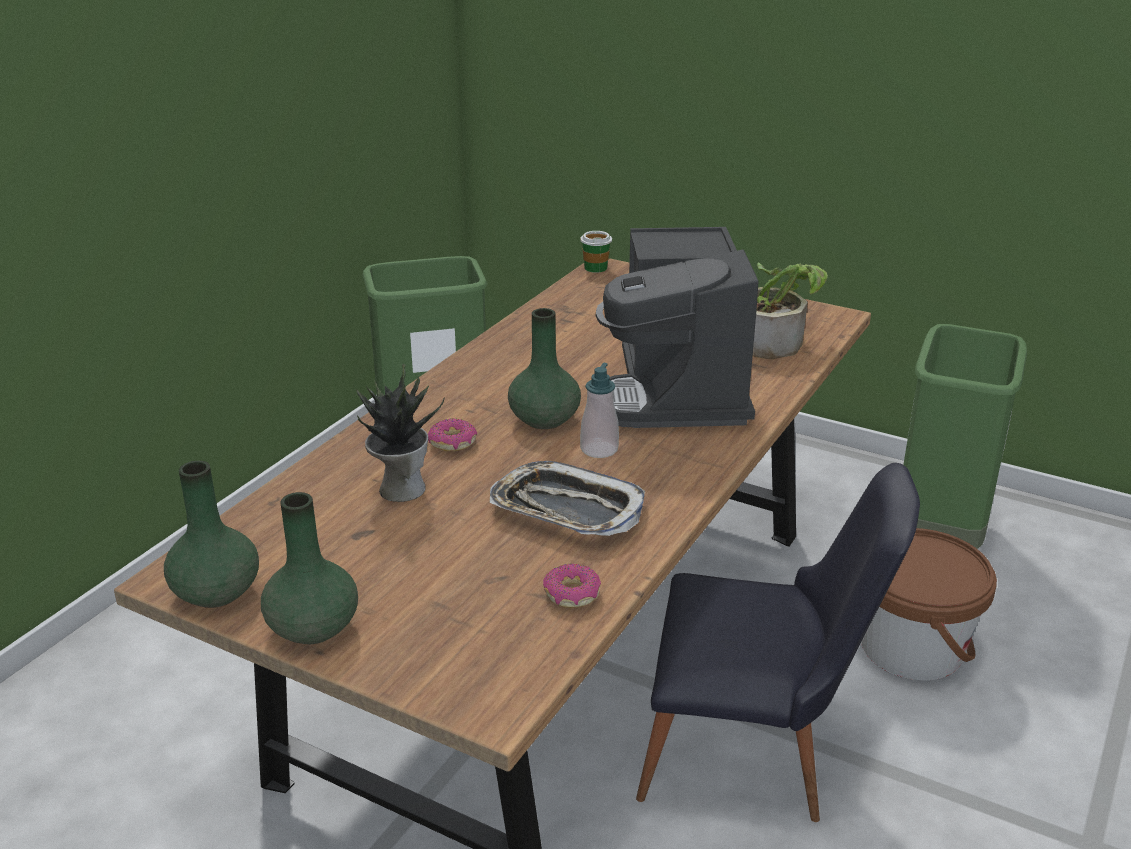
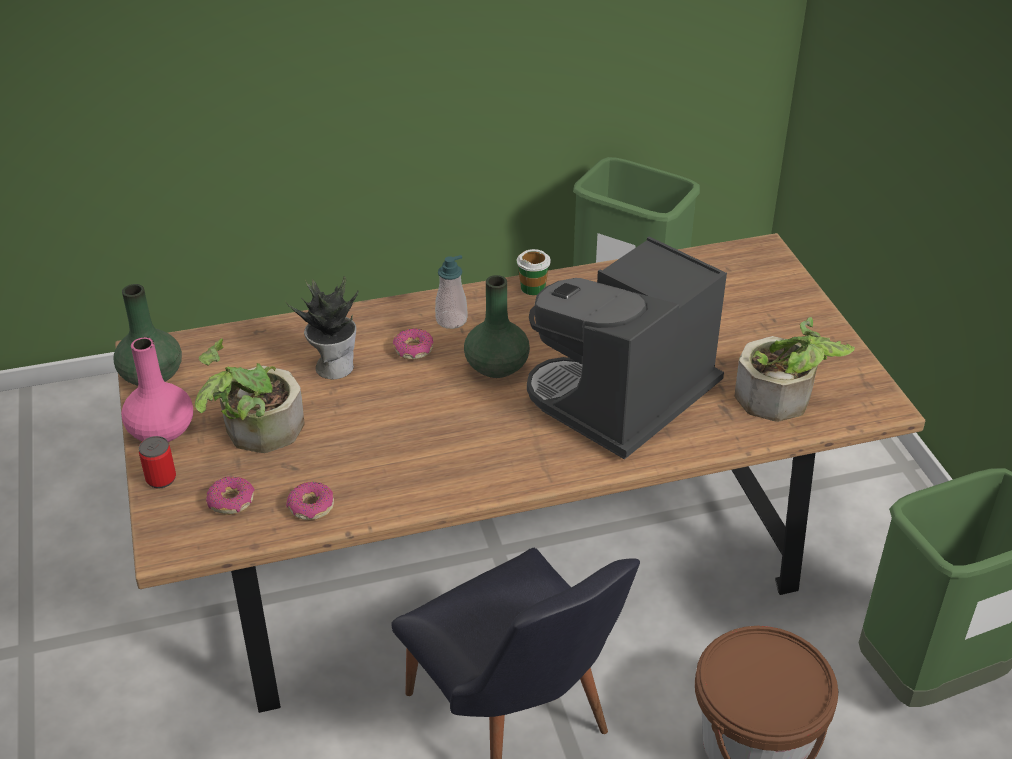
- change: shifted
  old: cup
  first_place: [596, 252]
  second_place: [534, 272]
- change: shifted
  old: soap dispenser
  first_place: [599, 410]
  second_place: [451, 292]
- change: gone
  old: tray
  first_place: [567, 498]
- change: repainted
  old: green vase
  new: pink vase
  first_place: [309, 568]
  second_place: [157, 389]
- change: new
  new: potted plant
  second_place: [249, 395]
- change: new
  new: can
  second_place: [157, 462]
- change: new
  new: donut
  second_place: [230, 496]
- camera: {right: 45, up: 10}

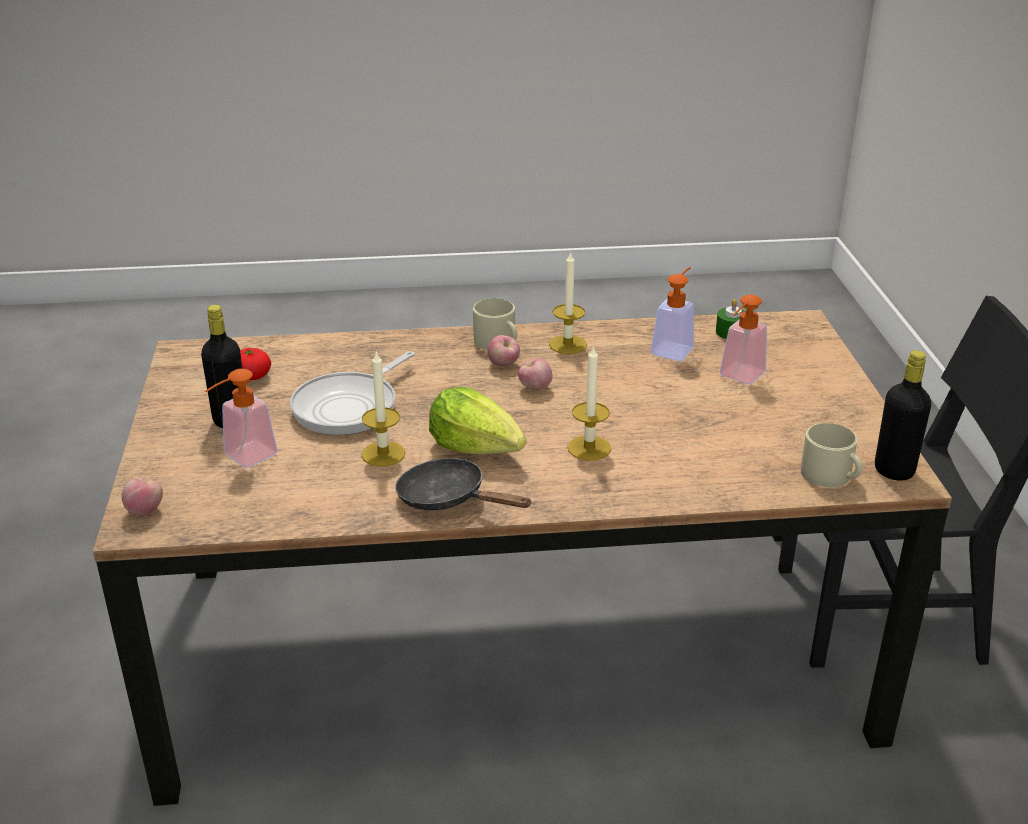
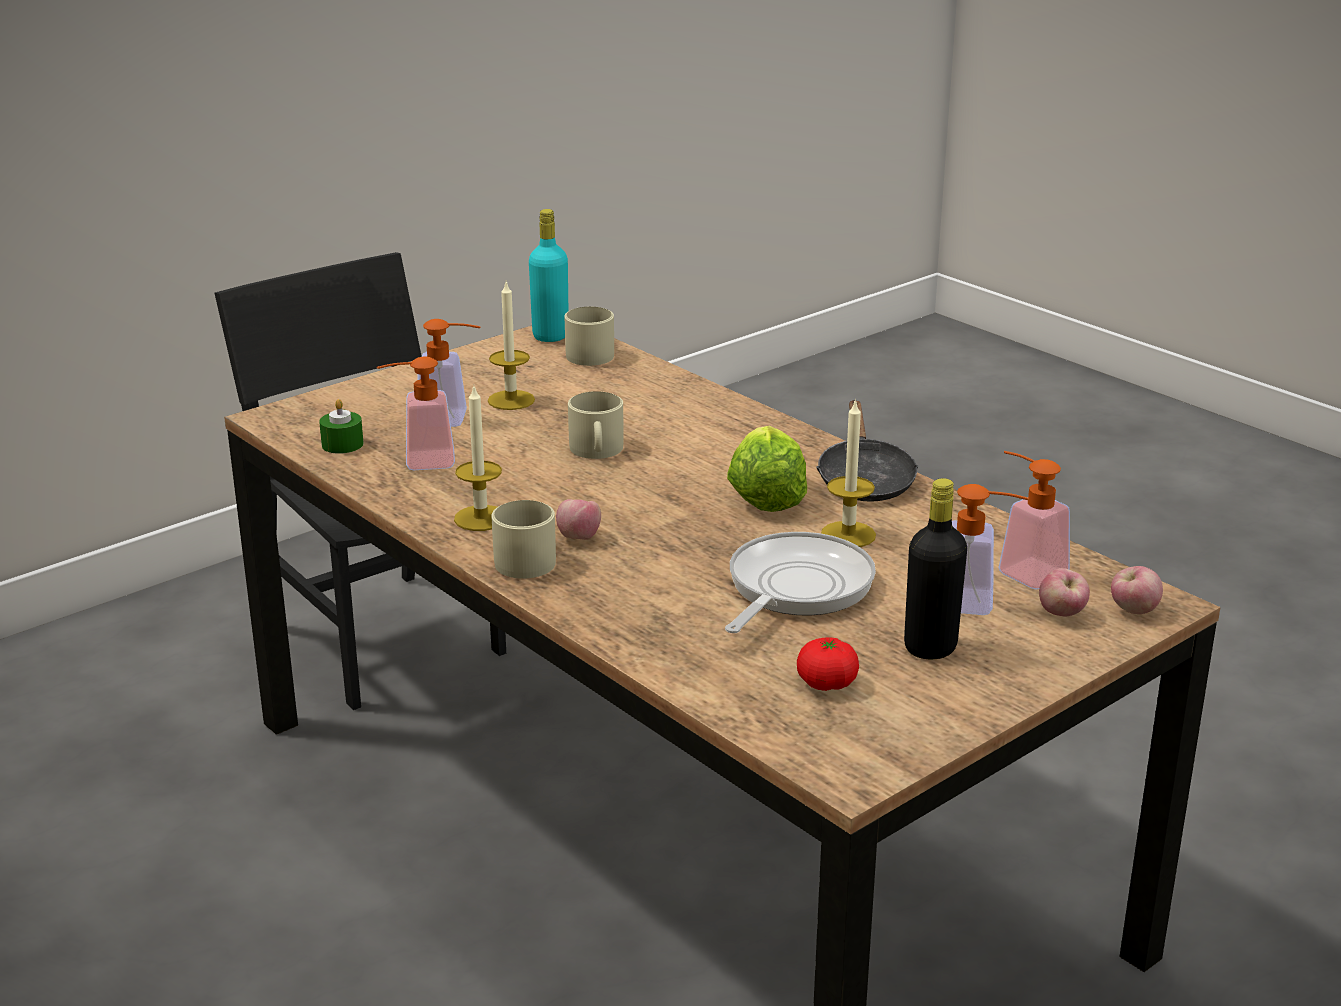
- change: shifted
  old: candle
  first_place: [589, 403]
  second_place: [511, 346]
- change: repainted
  old: black bottle
  new: turquoise bottle
  first_place: [903, 415]
  second_place: [548, 275]
- change: rotated
  old: frying pan
  first_place: [352, 393]
  second_place: [800, 582]
  degrees: -60
- change: shifted
  old: apple
  first_place: [535, 374]
  second_place: [1064, 592]
- change: new
  new: beige mug
  second_place: [596, 425]
- change: new
  new: soap dispenser
  second_place: [1034, 520]
- camera: {right: -125, up: -5}

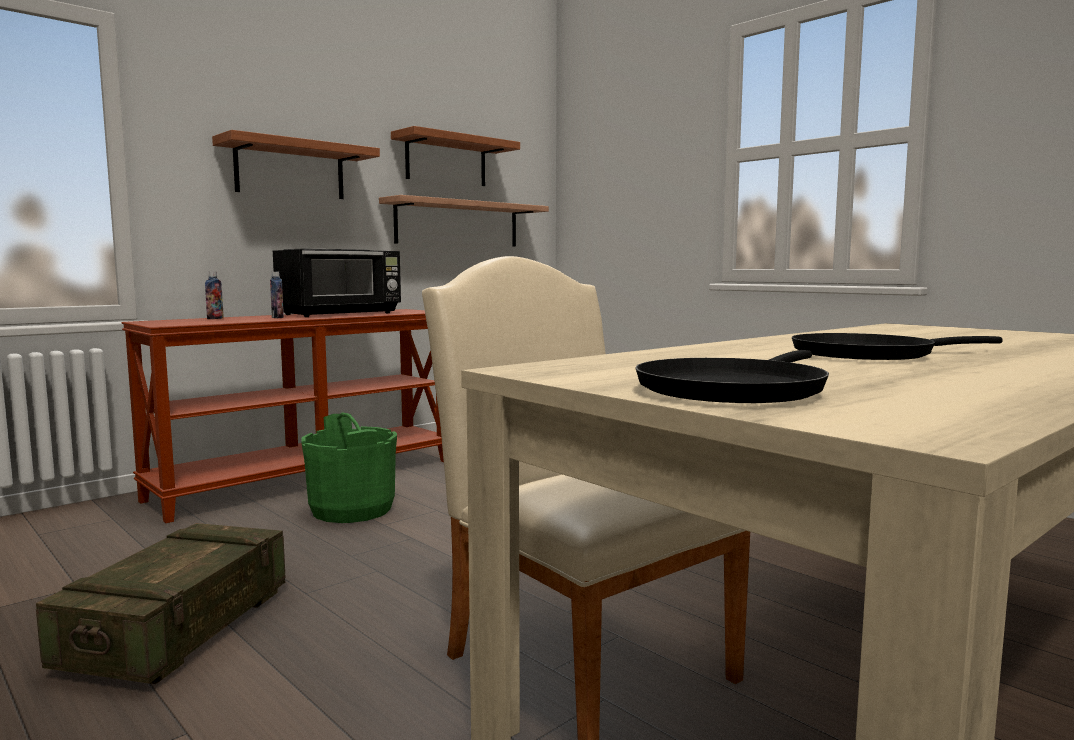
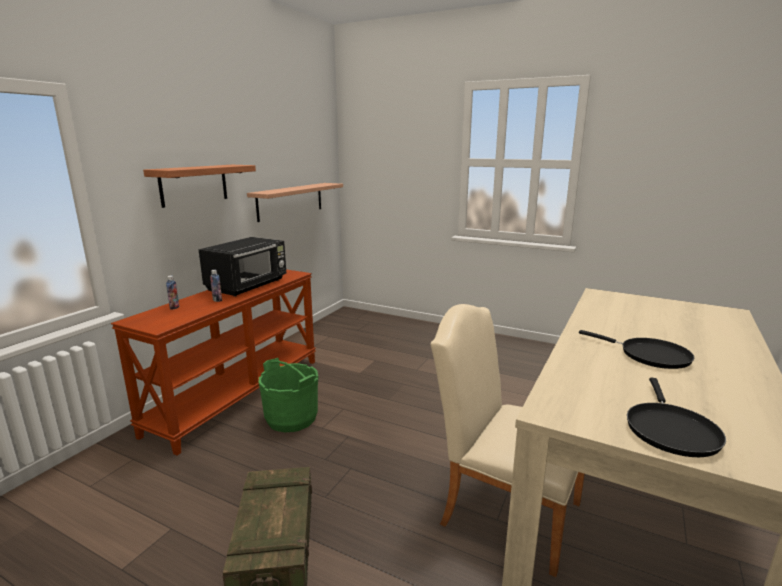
- change: gone
  old: shelf
  first_place: [455, 156]
- change: rotated
  old: black frying pan
  first_place: [897, 346]
  second_place: [636, 349]
  degrees: -105
- camera: {right: -20, up: 10}

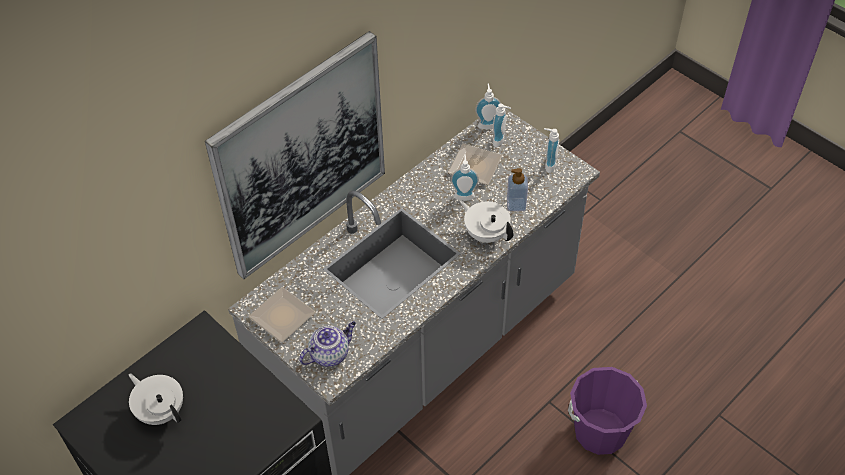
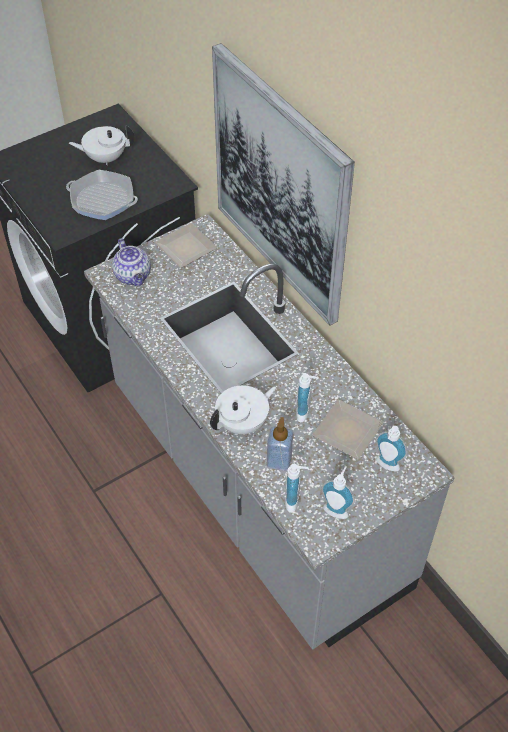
- change: shifted
  old: soap dispenser
  first_place: [488, 106]
  second_place: [296, 488]
- change: gone
  old: purple bucket
  first_place: [607, 411]
- change: rotated
  old: white teapot
  first_place: [156, 399]
  second_place: [101, 145]
  degrees: -150
- change: new
  new: frying pan
  second_place: [102, 195]
- camera: {right: 100, up: 0}

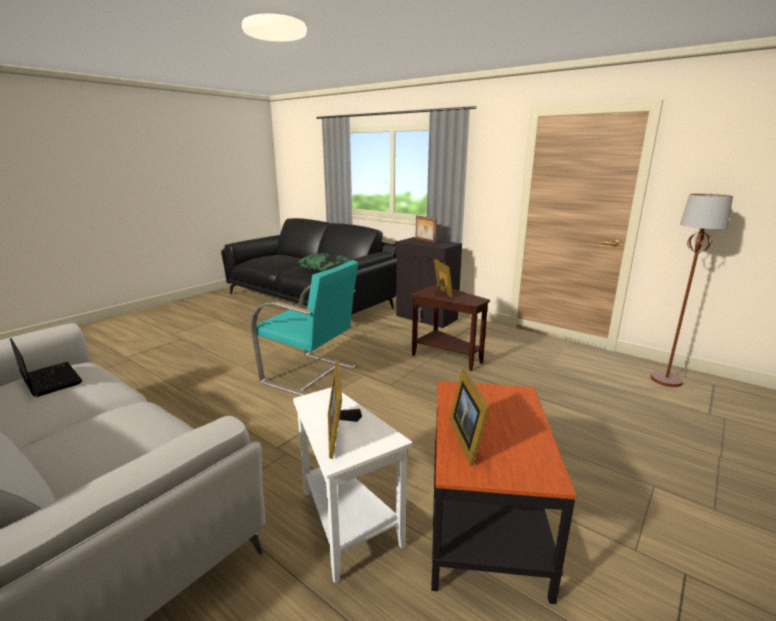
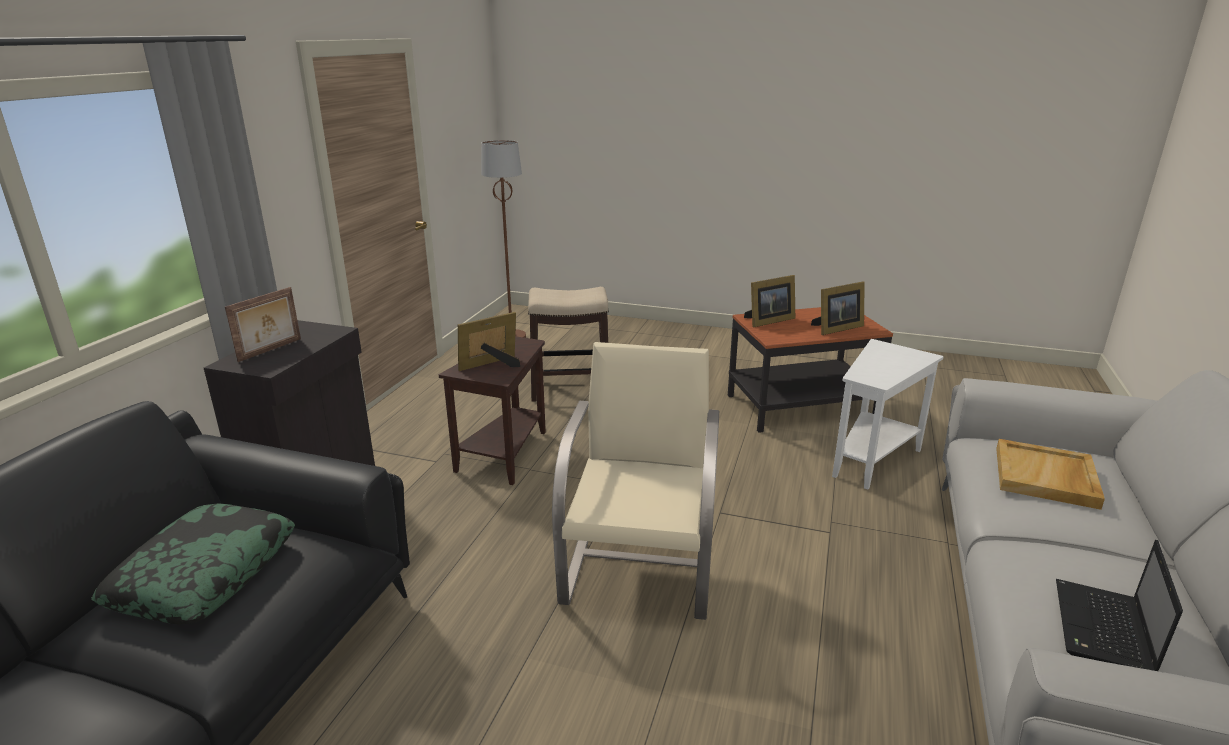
- change: repainted
  old: turquoise armchair
  new: beige armchair
  first_place: [304, 328]
  second_place: [635, 481]
- change: shifted
  old: picture frame
  first_place: [345, 411]
  second_place: [769, 301]
- change: new
  new: stool
  second_place: [568, 344]
- change: new
  new: beige tray
  second_place: [1050, 474]
- camera: {right: -110, up: 5}

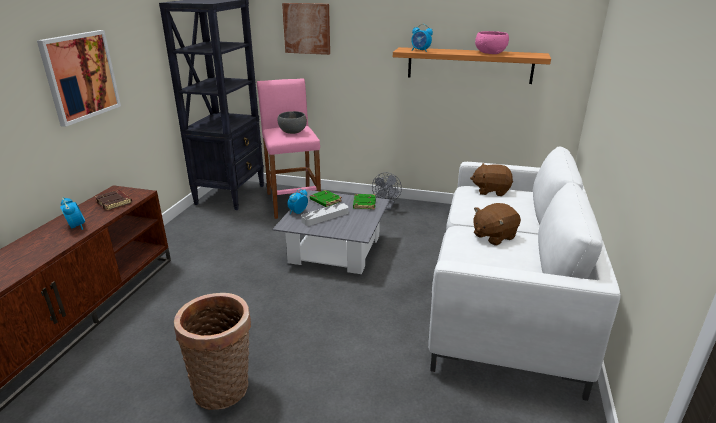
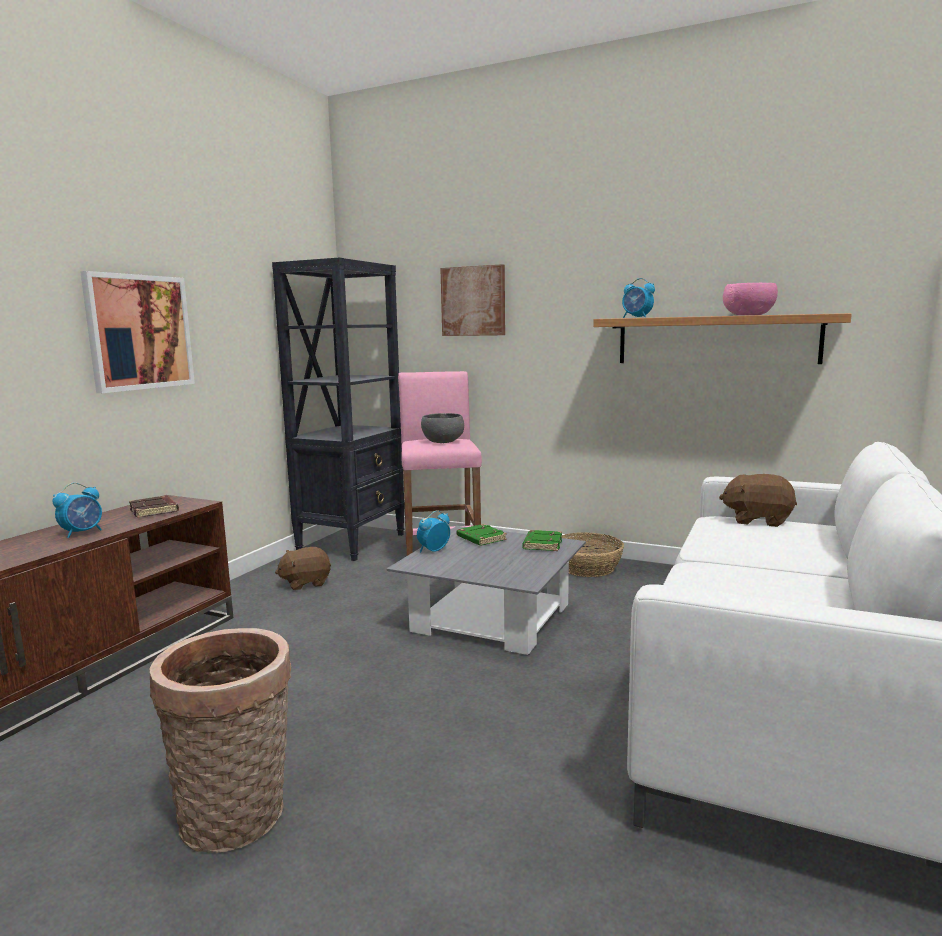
- change: swapped
  old: grey fan
  new: basket
  first_place: [387, 191]
  second_place: [592, 554]
- change: rotated
  old: alarm clock
  first_place: [72, 213]
  second_place: [77, 510]
  degrees: 60
- change: gone
  old: grey tray
  first_place: [325, 214]
- change: shifted
  old: brown plush toy
  first_place: [497, 224]
  second_place: [303, 568]
- camera: {right: 10, up: -15}

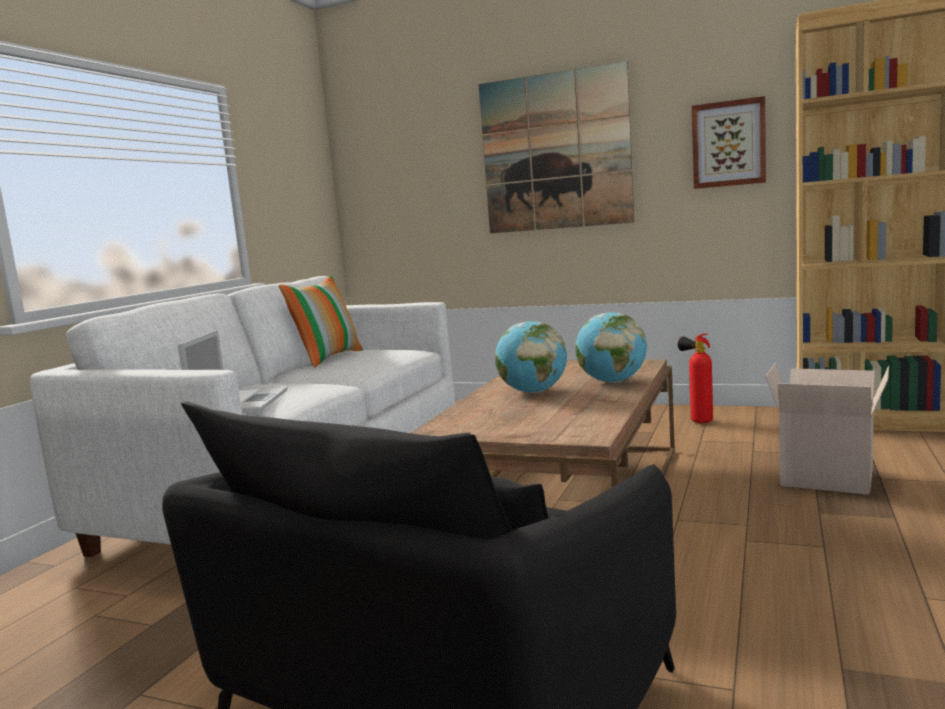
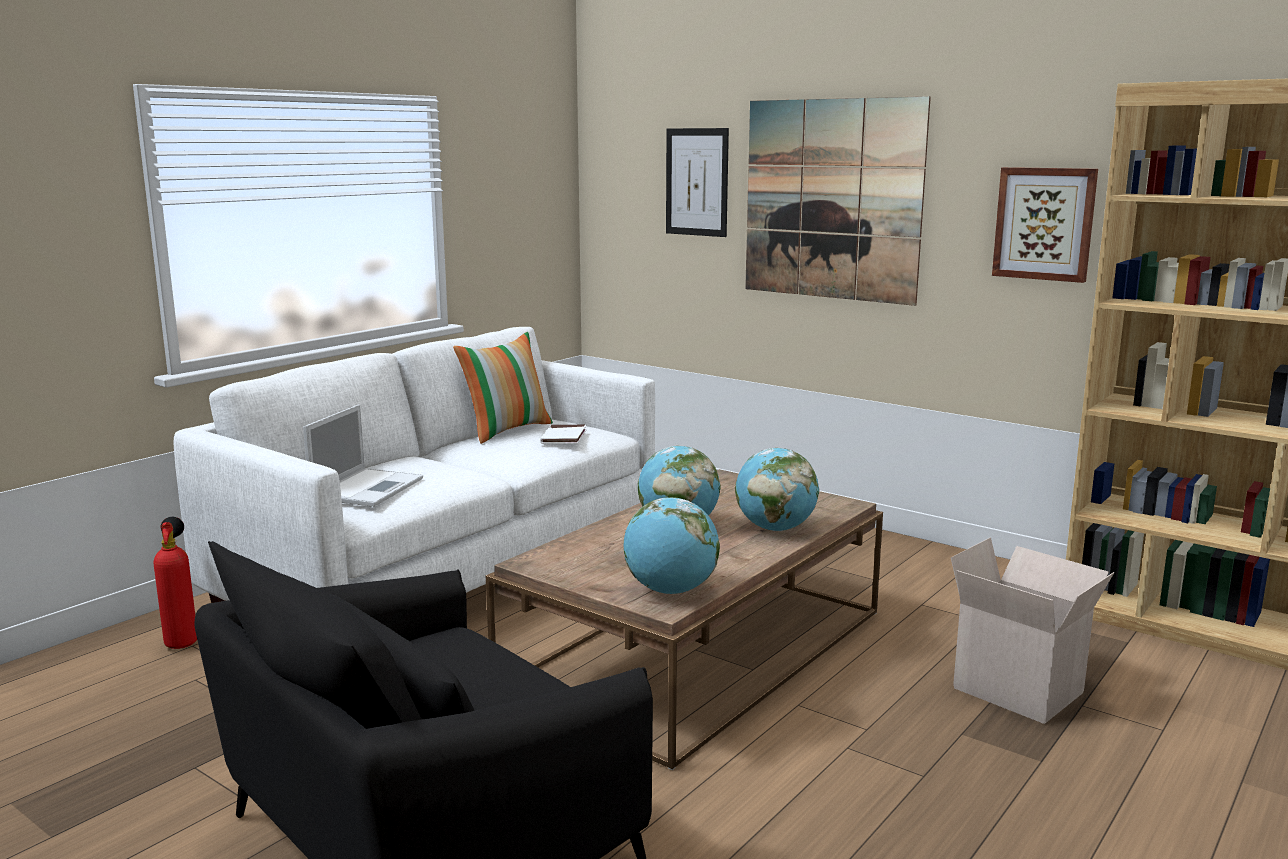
- change: shifted
  old: fire extinguisher
  first_place: [695, 378]
  second_place: [175, 583]
- change: new
  new: picture
  second_place: [697, 182]
- change: new
  new: white book
  second_place: [563, 434]
- change: new
  new: globe
  second_place: [672, 545]
- camera: {right: 15, up: 5}

